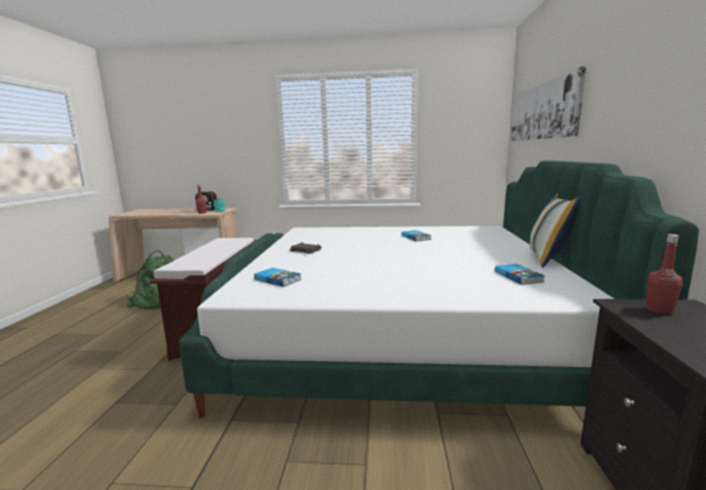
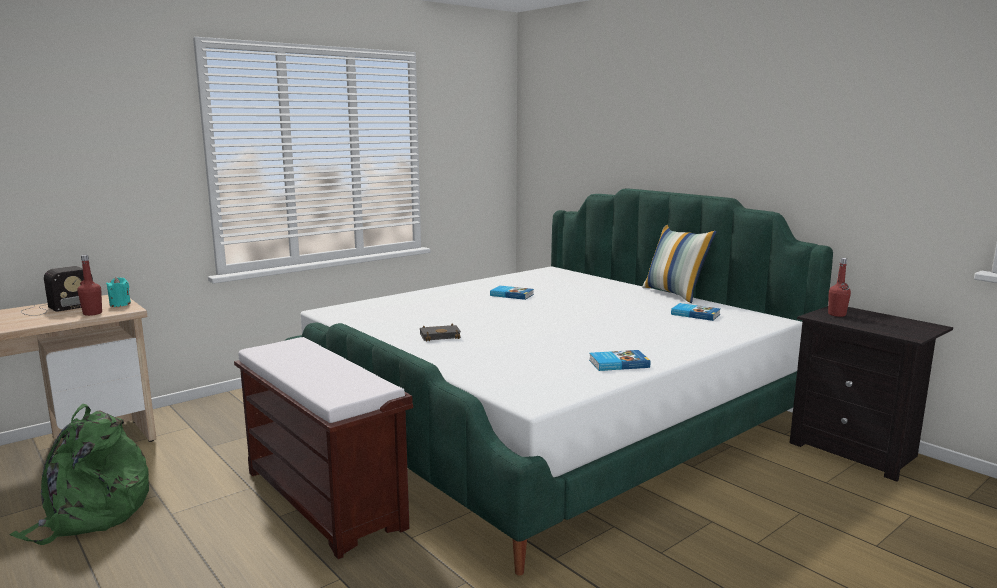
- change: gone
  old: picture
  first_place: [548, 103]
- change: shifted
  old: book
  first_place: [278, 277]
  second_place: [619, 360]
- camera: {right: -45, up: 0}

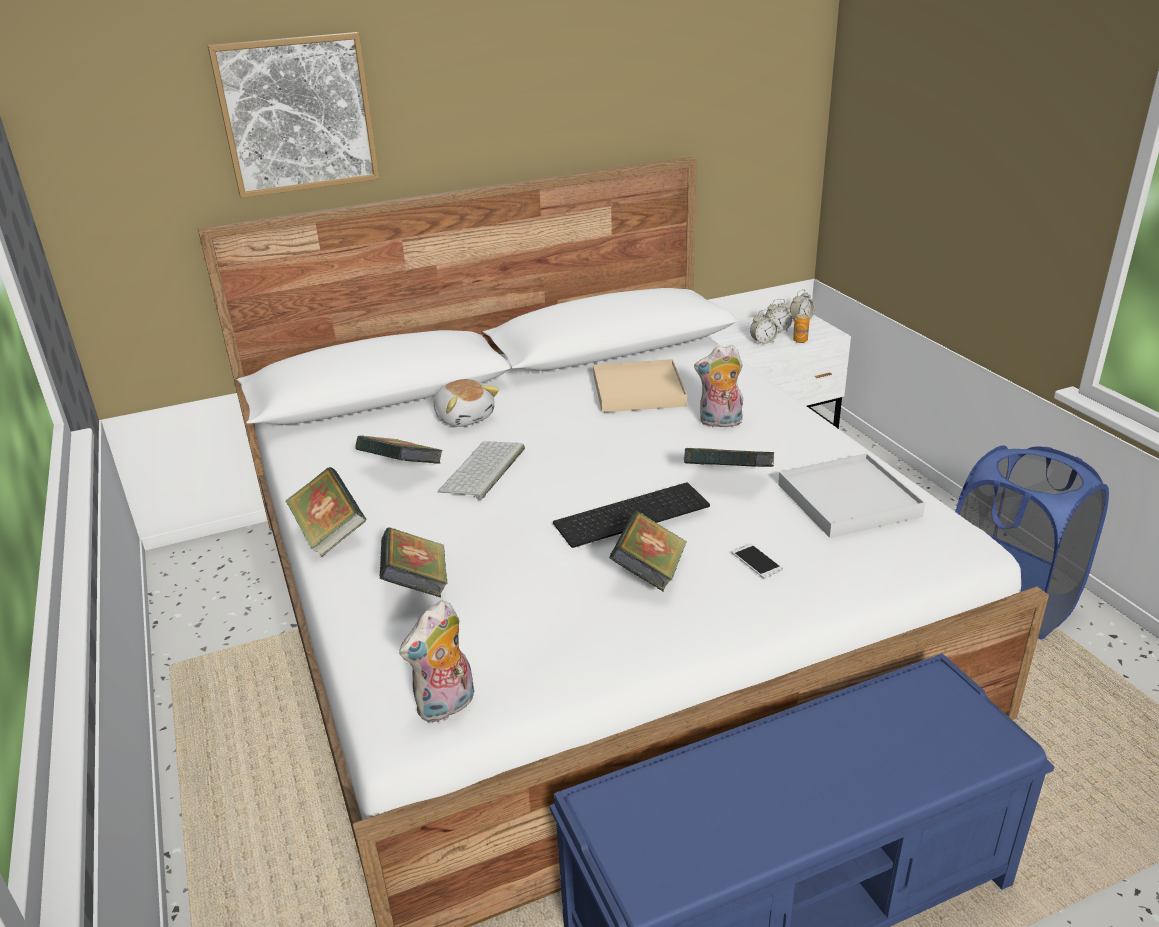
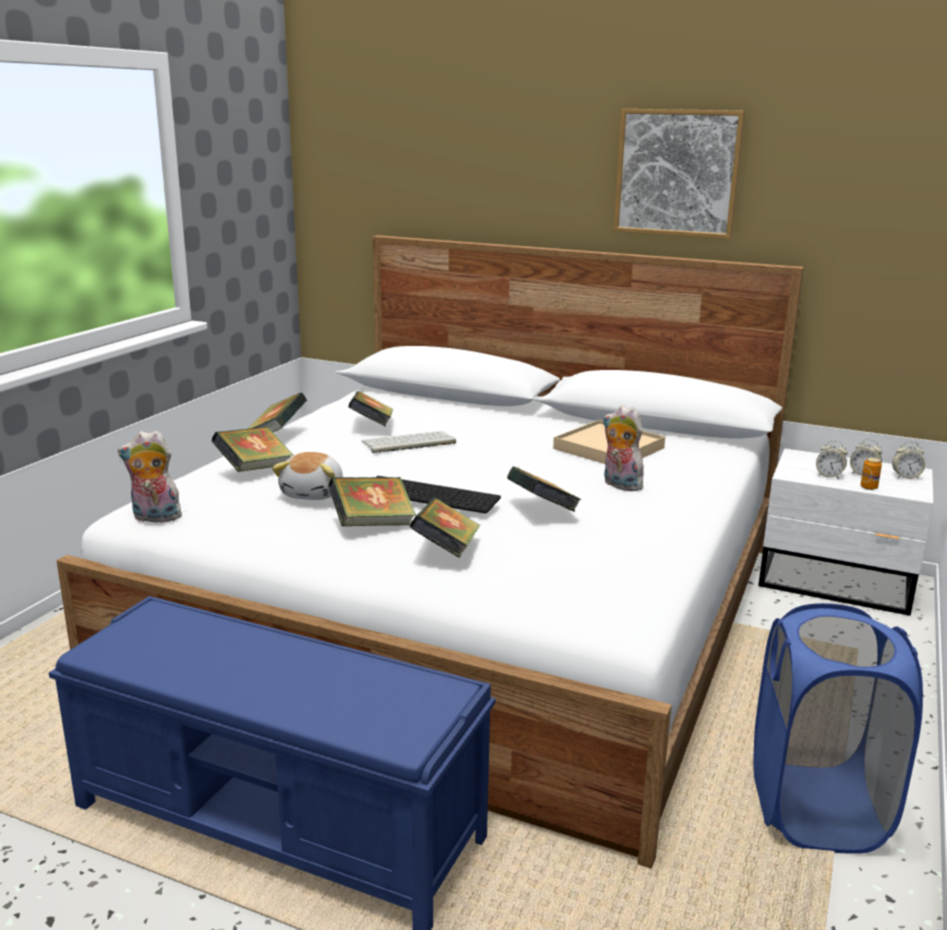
- change: shifted
  old: picture
  first_place: [293, 115]
  second_place: [679, 174]
- change: shifted
  old: plush toy
  first_place: [466, 403]
  second_place: [307, 476]
- change: gone
  old: white tray
  first_place: [851, 495]
- change: swapped
  old: phone
  new: book
  first_place: [757, 561]
  second_place: [445, 528]
- camera: {right: 45, up: -10}

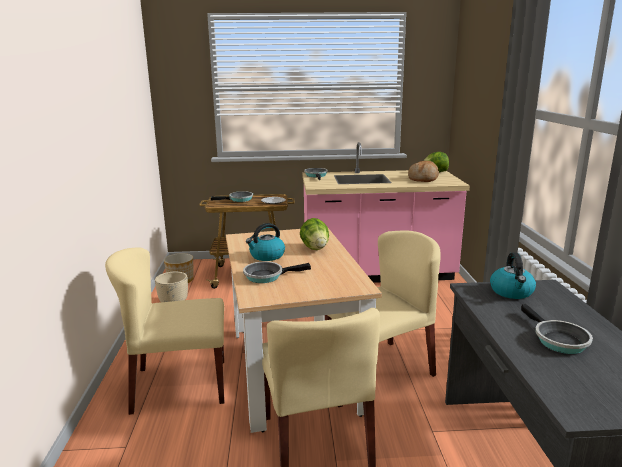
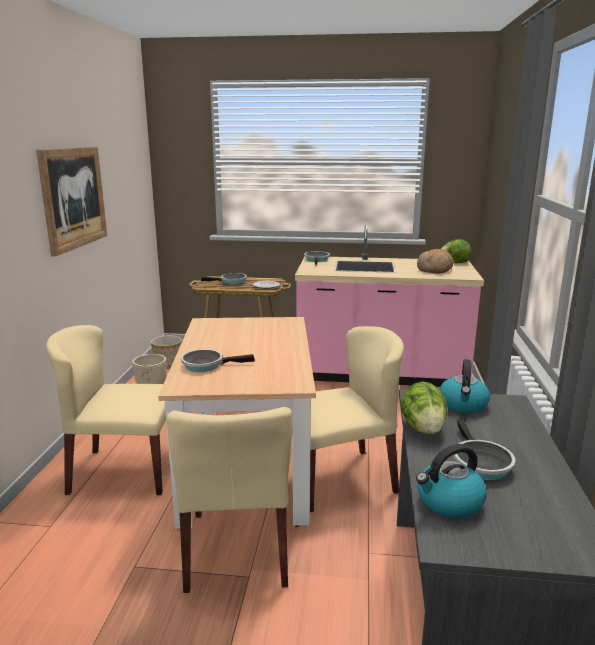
- change: shifted
  old: lettuce
  first_place: [314, 234]
  second_place: [423, 407]
- change: shifted
  old: kettle
  first_place: [265, 242]
  second_place: [451, 481]
- change: new
  new: picture
  second_place: [71, 202]
- camera: {right: 10, up: 0}

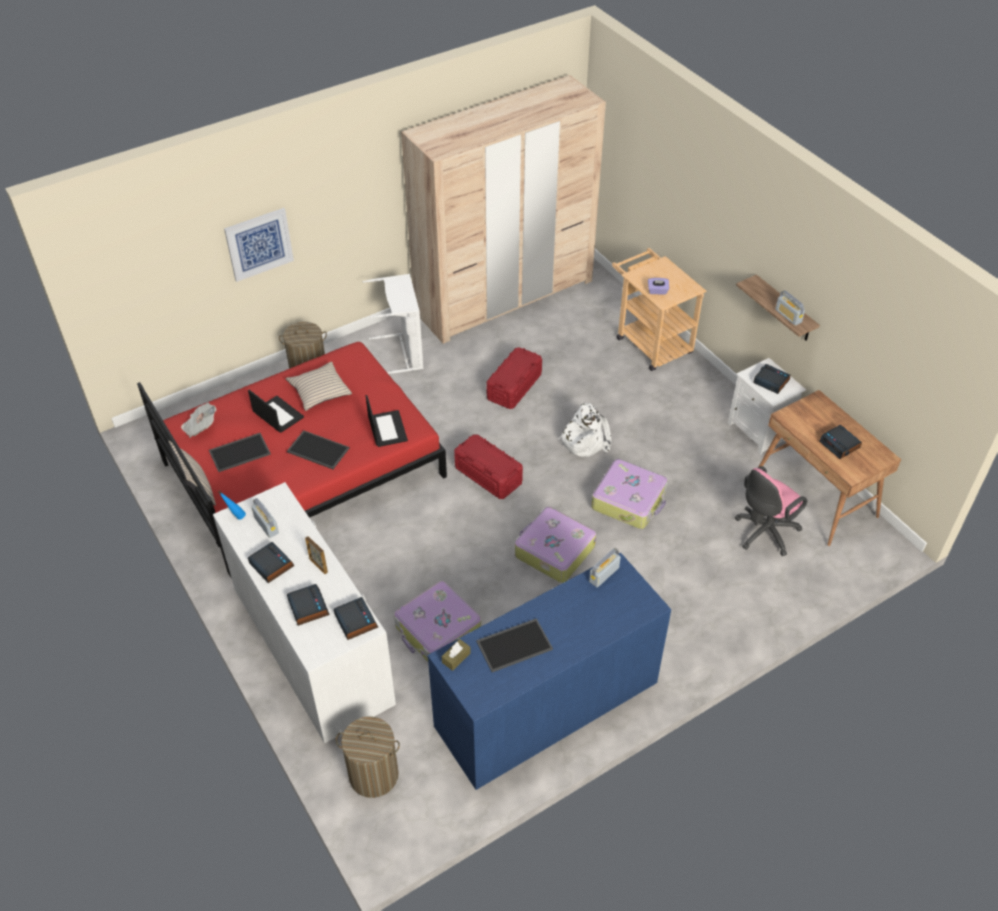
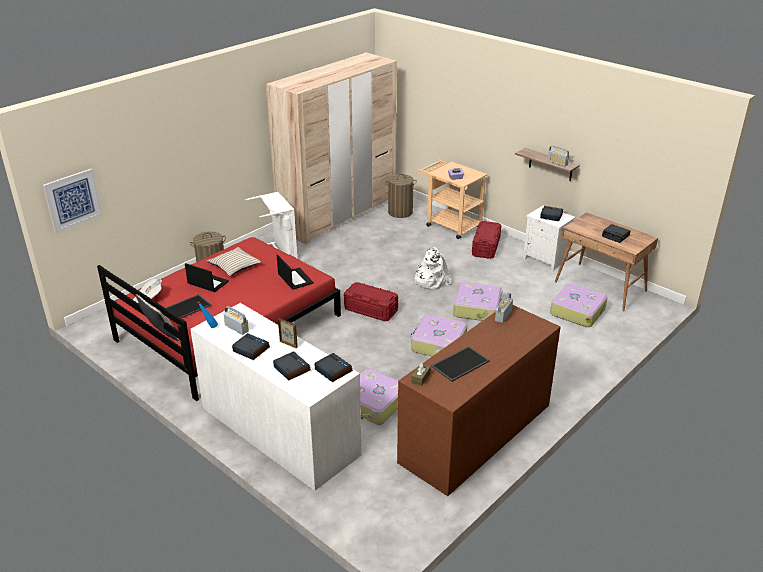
- change: shifted
  old: picture
  first_place: [259, 245]
  second_place: [72, 200]
- change: shifted
  old: red storage box
  first_place: [514, 378]
  second_place: [486, 240]
- change: gone
  old: tray
  first_place: [318, 449]
- change: swapped
  old: pink office chair
  new: suitcase
  first_place: [771, 511]
  second_place: [579, 305]
- change: repainted
  old: blue dresser
  new: brown dresser
  first_place: [549, 671]
  second_place: [478, 400]
- change: shifted
  old: laundry basket
  first_place: [368, 757]
  second_place: [401, 196]
- camera: {right: -15, up: -15}

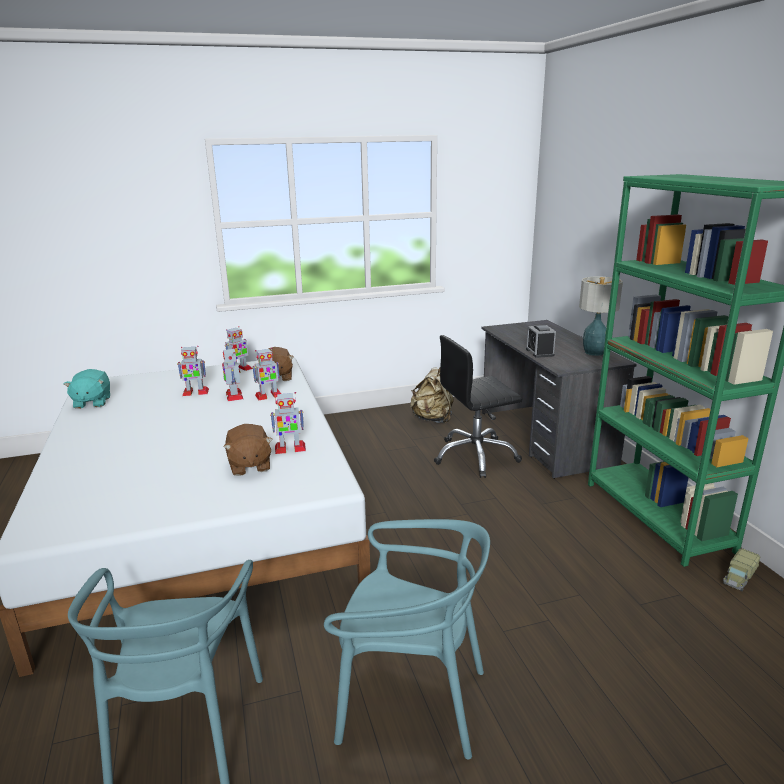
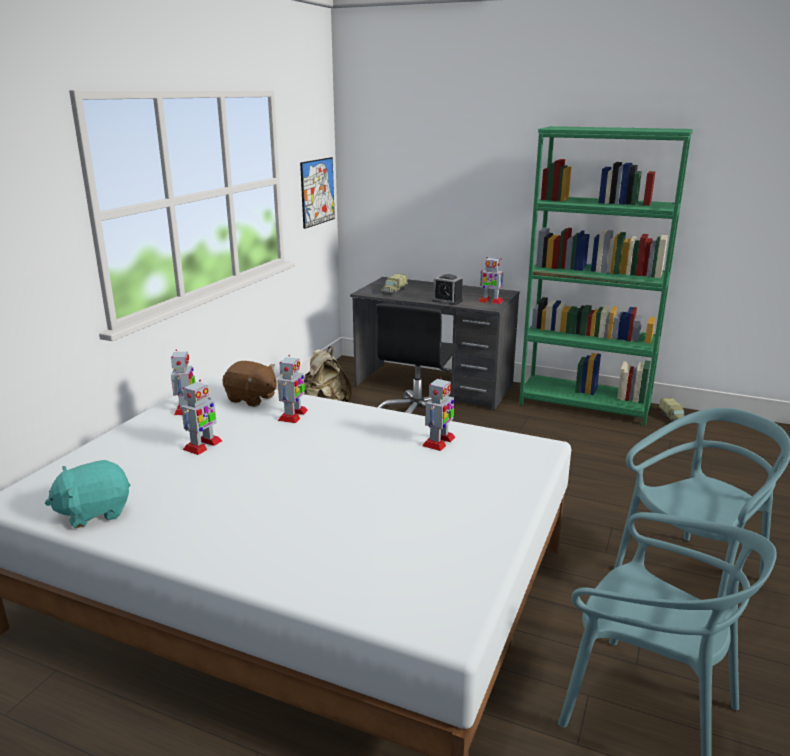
- change: gone
  old: table lamp
  first_place: [601, 316]
- change: shifted
  old: toy robot
  first_place: [232, 374]
  second_place: [491, 280]
- change: rotated
  old: turquoise plush toy
  first_place: [87, 389]
  second_place: [87, 494]
  degrees: 120
- change: gone
  old: brown plush toy
  first_place: [248, 450]
- change: new
  new: picture
  second_place: [317, 193]
- change: new
  new: toy truck
  second_place: [395, 284]
- camera: {right: -50, up: 0}

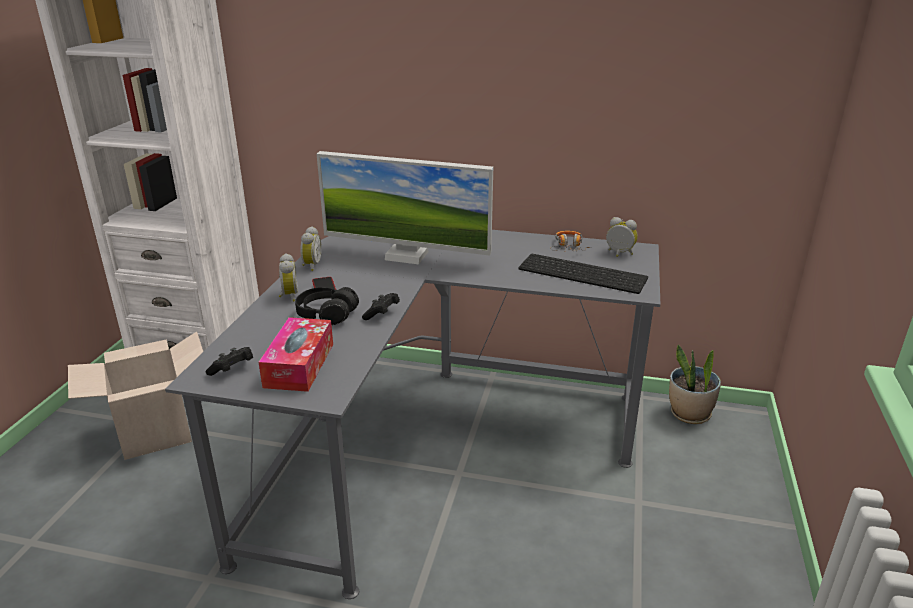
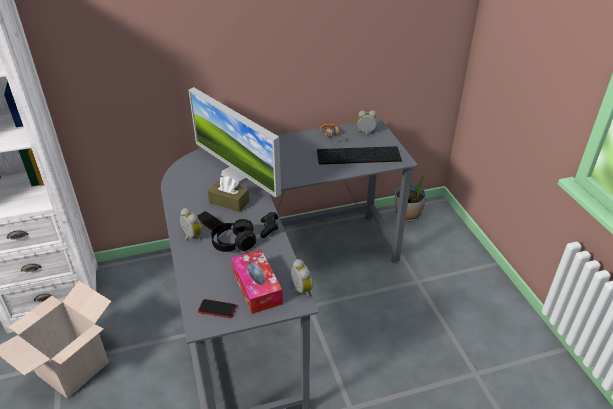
- change: rotated
  old: monitor
  first_place: [405, 207]
  second_place: [235, 142]
  degrees: 60
- change: shifted
  old: alarm clock
  first_place: [311, 248]
  second_place: [302, 278]
- change: swapped
  old: black game controller
  new: phone
  first_place: [229, 361]
  second_place: [217, 308]
- change: new
  new: brown tissue box
  second_place: [228, 194]
- camera: {right: -30, up: 10}

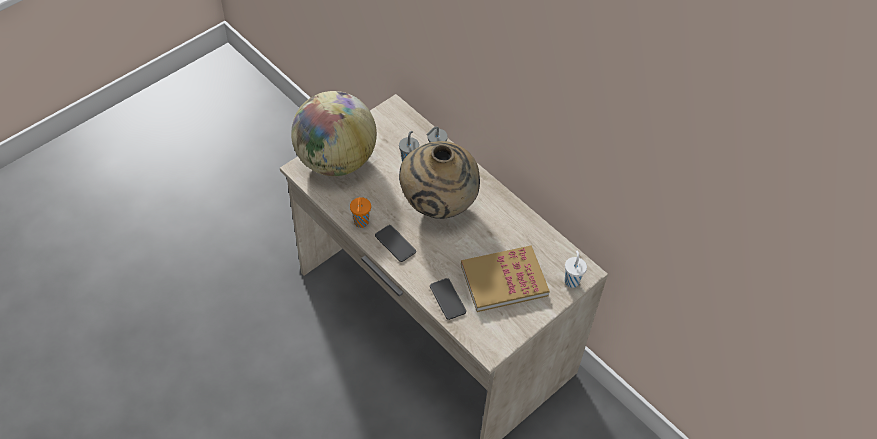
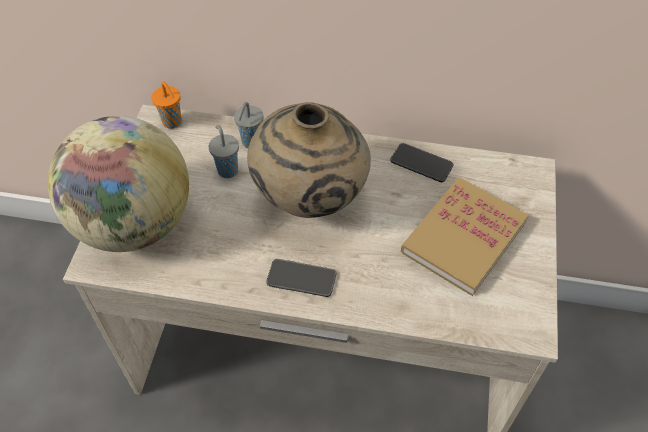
- change: shifted
  old: orange cup
  first_place: [360, 212]
  second_place: [166, 105]
- change: gone
  old: white cup
  first_place: [576, 269]
- change: shifted
  old: phone
  first_place: [448, 299]
  second_place: [422, 162]
- camera: {right: -35, up: 0}

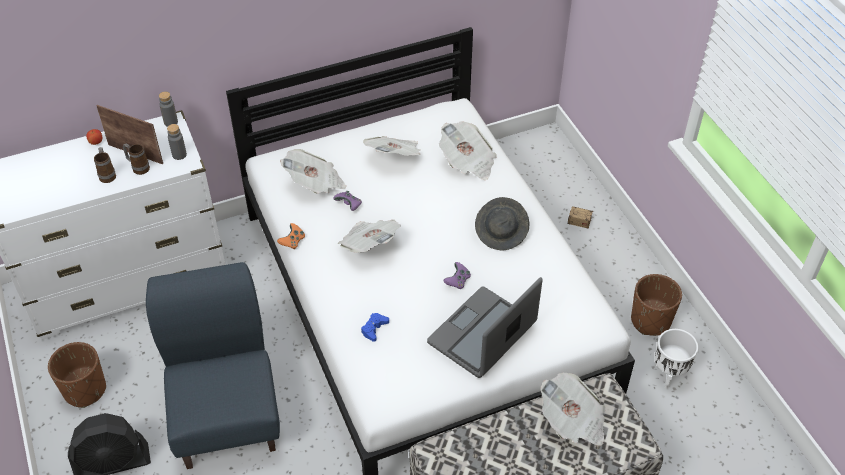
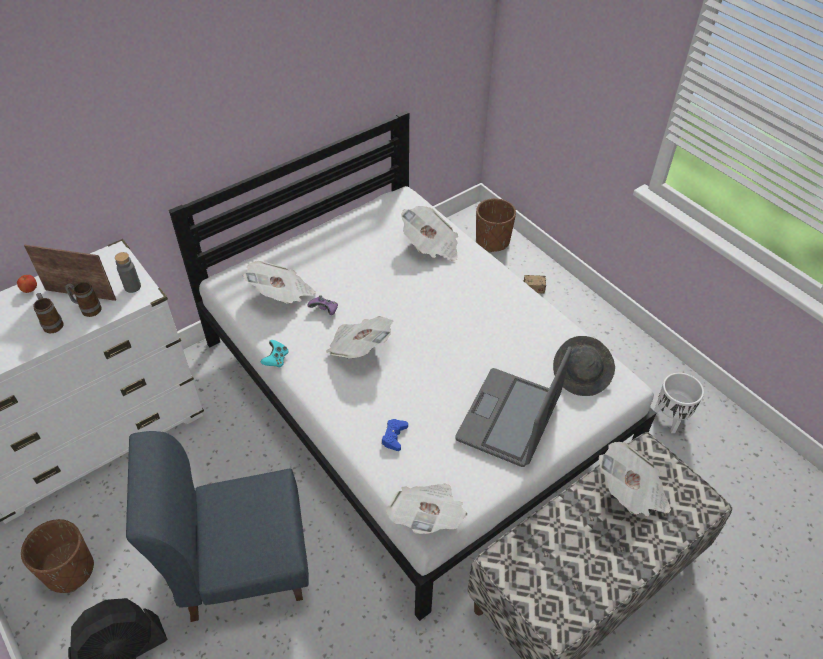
- change: gone
  old: grey bottle
  first_place: [168, 109]
- change: shifted
  old: newspaper
  first_place: [392, 146]
  second_place: [427, 508]
- change: shifted
  old: grey hat
  first_place: [502, 224]
  second_place: [584, 366]
- change: repainted
  old: orange game controller
  new: turquoise game controller
  first_place: [291, 236]
  second_place: [274, 354]
- change: rotated
  old: blue chair
  first_place: [213, 365]
  second_place: [217, 526]
  degrees: -75
- change: gone
  old: purple game controller
  first_place: [457, 275]
- change: shifted
  old: brown planter
  first_place: [656, 305]
  second_place: [496, 225]
- camera: {right: -15, up: 0}

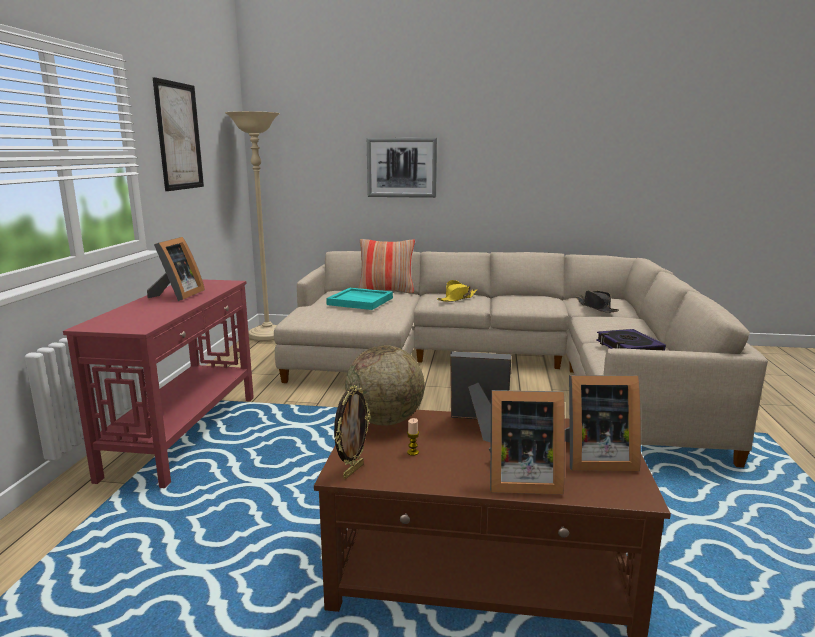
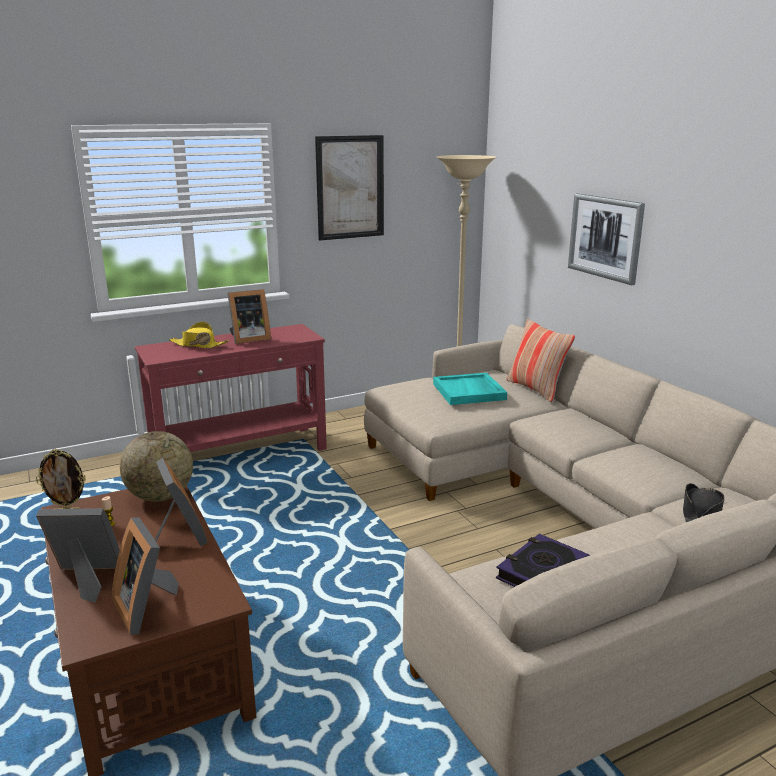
- change: shifted
  old: yellow hat
  first_place: [457, 291]
  second_place: [199, 335]
- change: rotated
  old: picture frame
  first_place: [527, 442]
  second_place: [78, 555]
  degrees: 120
- camera: {right: 55, up: 5}

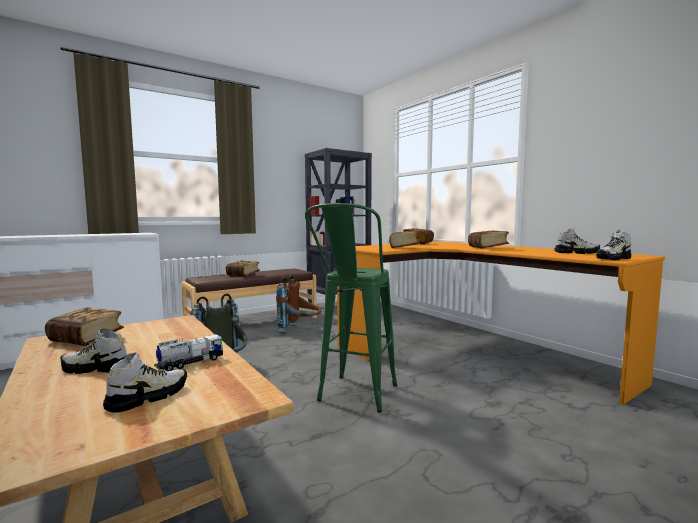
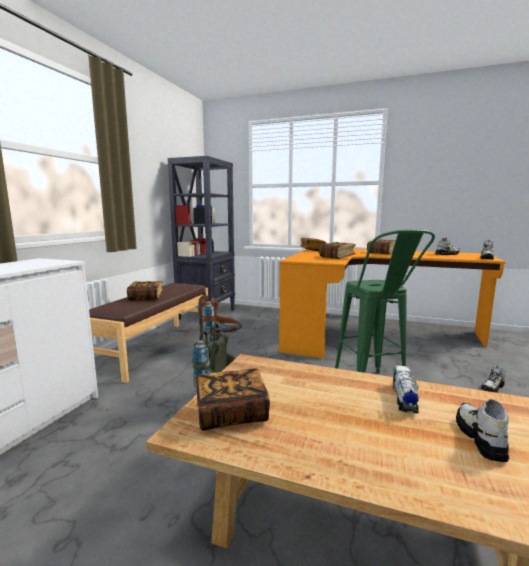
- change: shifted
  old: shoe
  first_place: [93, 351]
  second_place: [493, 379]
- camera: {right: -35, up: 5}

